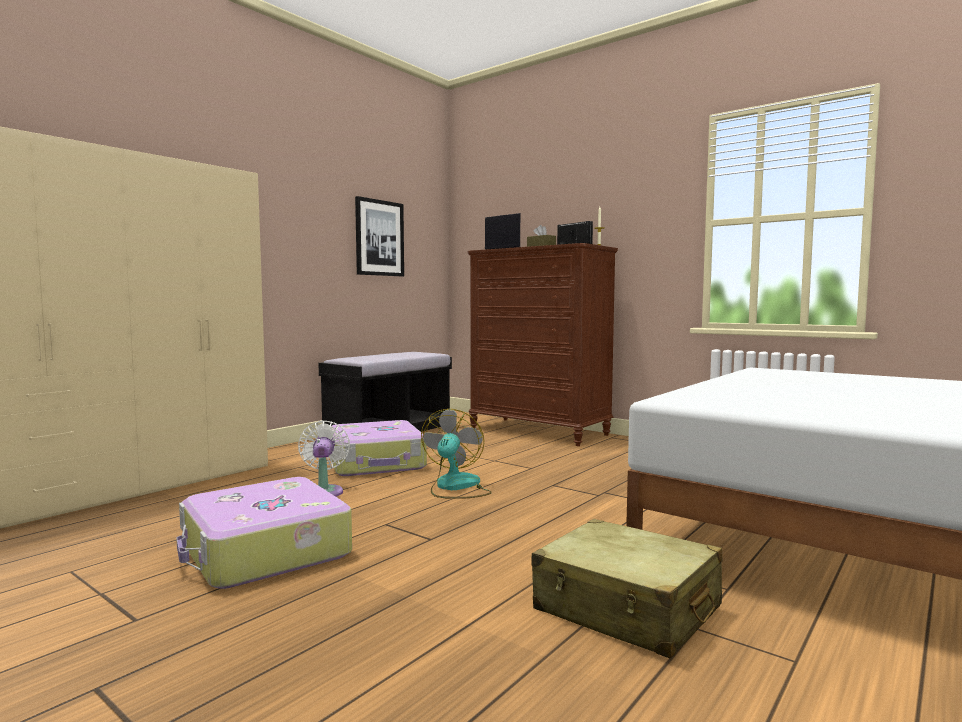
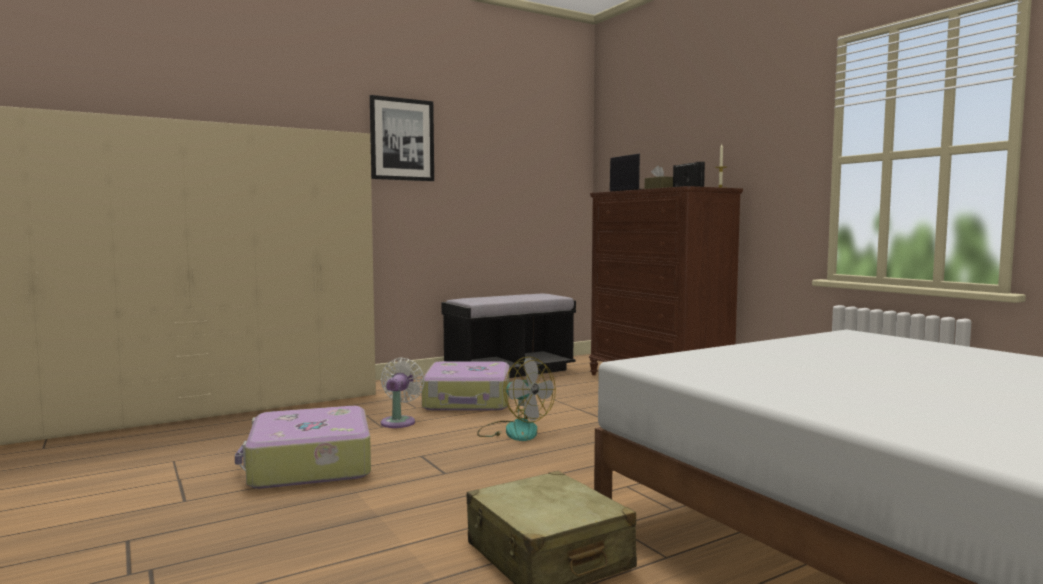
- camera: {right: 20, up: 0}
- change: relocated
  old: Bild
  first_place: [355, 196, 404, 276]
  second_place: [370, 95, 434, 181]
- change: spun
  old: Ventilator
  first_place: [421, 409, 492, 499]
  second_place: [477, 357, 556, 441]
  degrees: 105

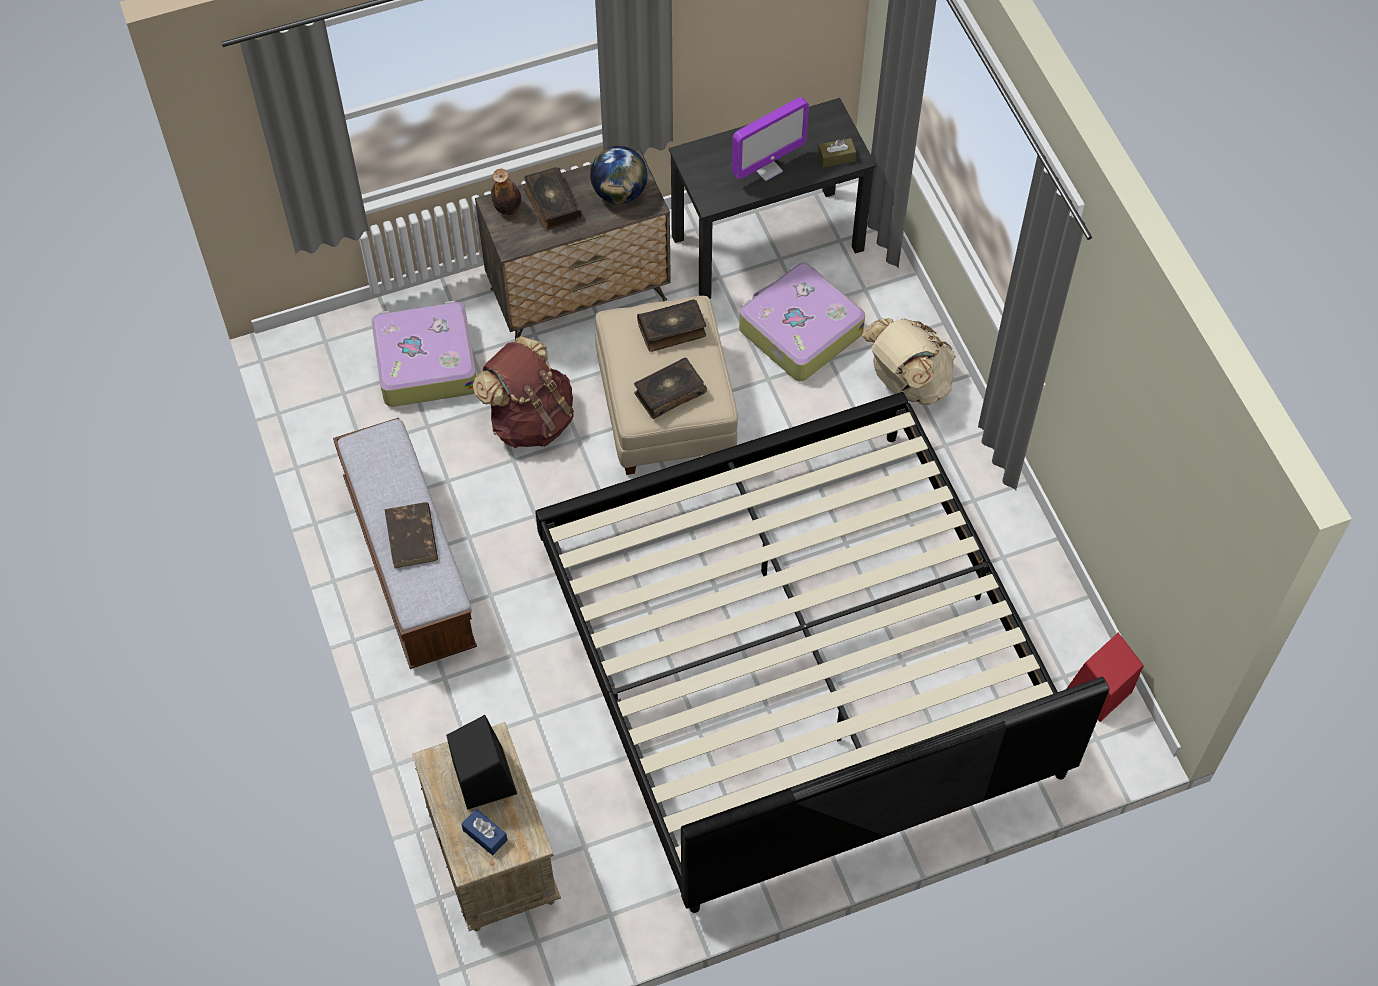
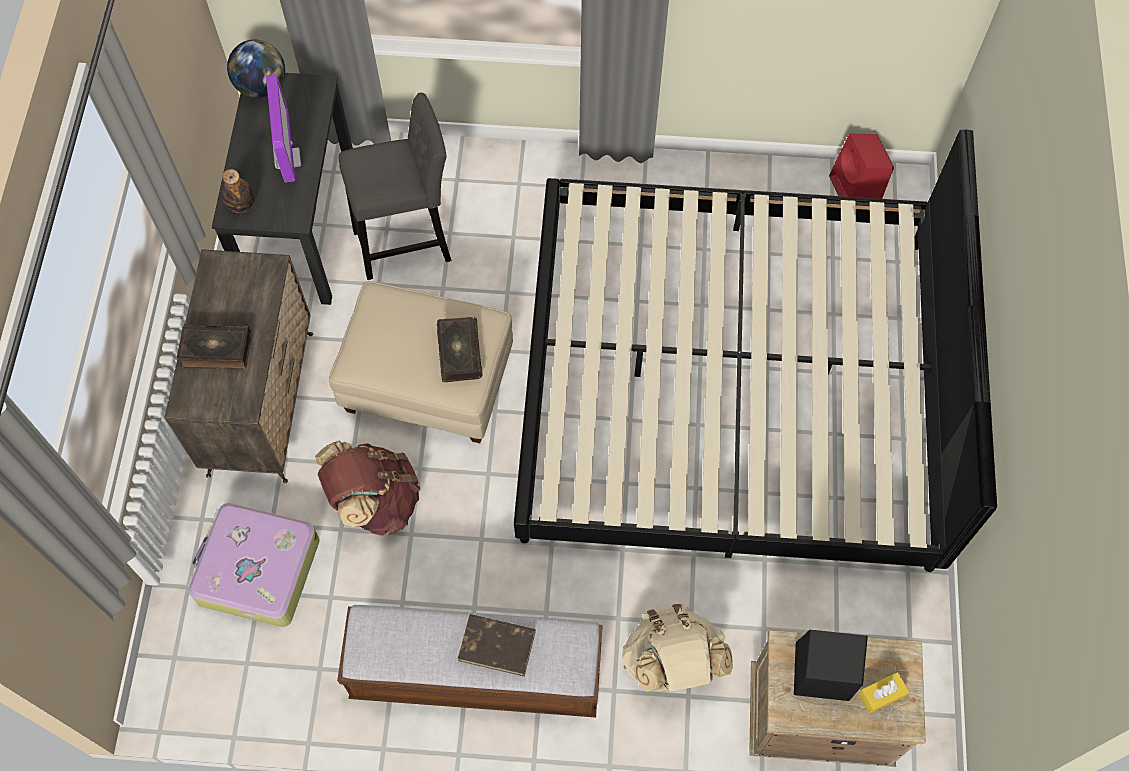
- camera: {right: -65, up: 5}
- change: relocated
  old: Flasche
  first_place: [491, 169, 521, 215]
  second_place: [222, 169, 254, 213]
- change: relocated
  old: Globus
  first_place: [590, 146, 647, 204]
  second_place: [227, 40, 285, 98]
- change: exchanged
  old: Koffer
  new: Hocker/grau
  first_place: [739, 263, 865, 381]
  second_place: [339, 92, 452, 280]
- change: relocated
  old: Rucksack/beige
  first_place: [862, 318, 956, 405]
  second_place: [622, 604, 733, 692]
- change: colour
  old: Taschentuchbox/blau
  new: Taschentuchbox/gelb
  first_place: [461, 809, 507, 855]
  second_place: [858, 672, 909, 714]
- change: missing
  old: Buch
  first_place: [637, 299, 706, 352]
- change: missing
  old: Taschentuchbox/braun
  first_place: [818, 138, 856, 167]

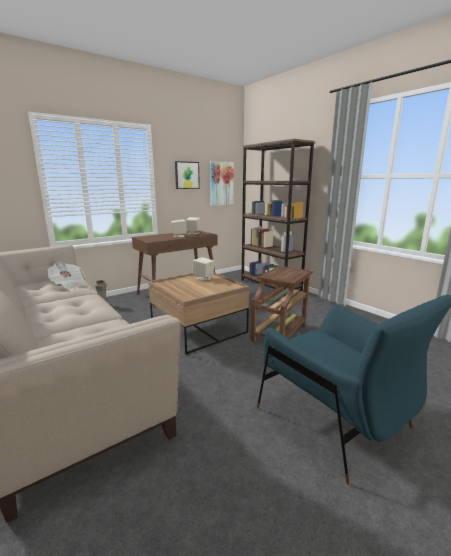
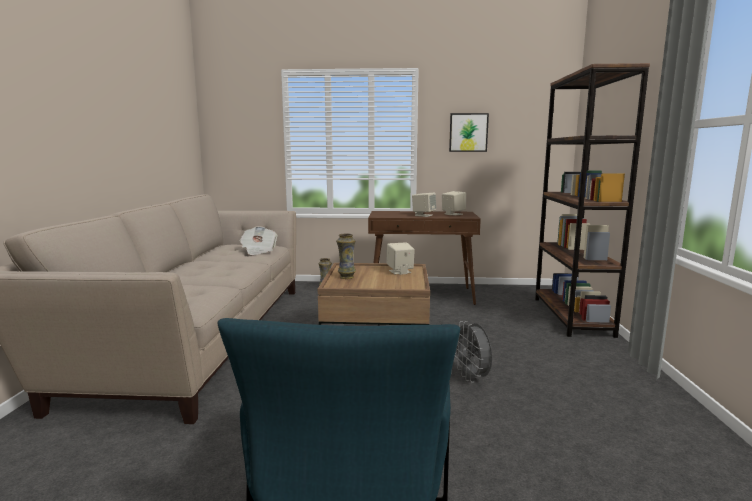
- camera: {right: 40, up: -5}
- change: appeared
  new: Vase
  second_place: [336, 234, 356, 279]
- change: exchanged
  old: Beistelltisch/braun
  new: Ventilator/grau
  first_place: [251, 266, 313, 342]
  second_place: [455, 321, 492, 383]
- change: missing
  old: Bild
  first_place: [210, 161, 234, 206]

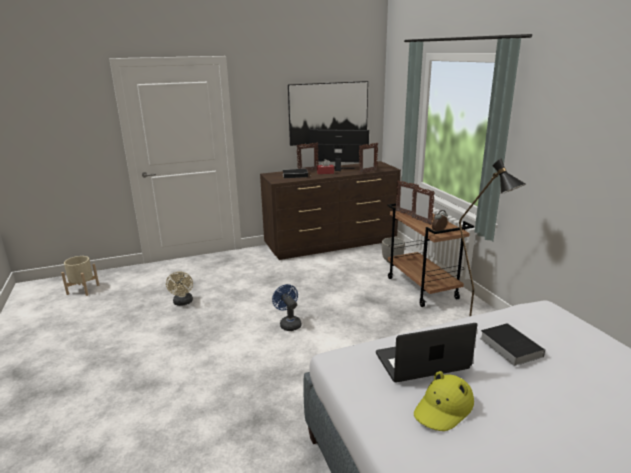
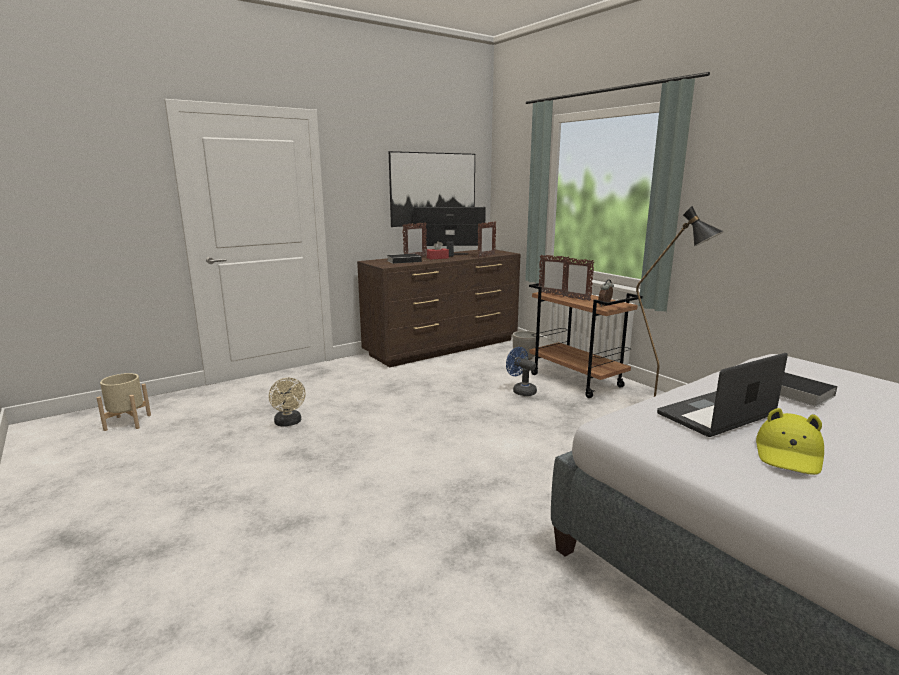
- camera: {right: -15, up: -5}
- change: relocated
  old: Ventilator/blau
  first_place: [272, 284, 301, 331]
  second_place: [506, 347, 537, 396]

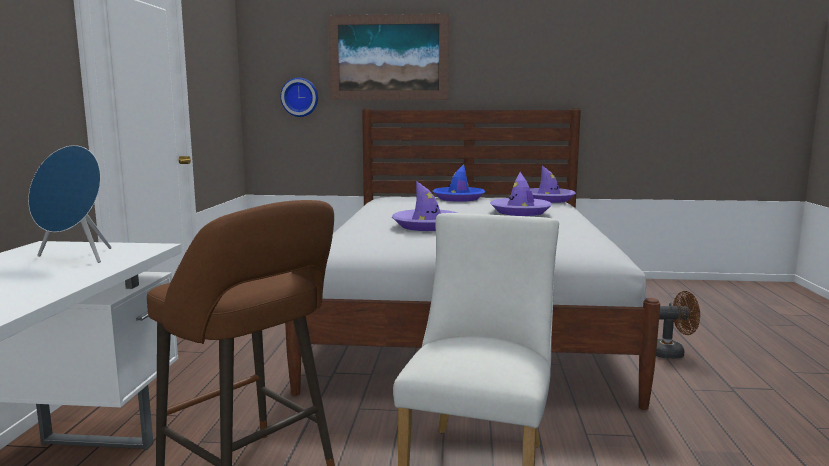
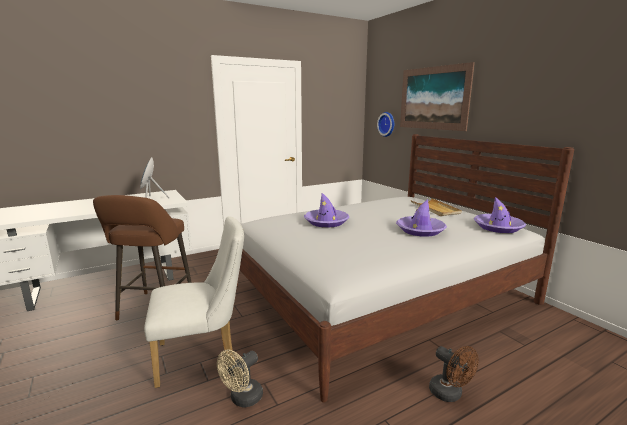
- camera: {right: 55, up: 5}
- change: appeared
  new: Ventilator/beige
  second_place: [217, 350, 263, 407]
- change: exchanged
  old: Hut/blau
  new: Tablett/beige
  first_place: [433, 164, 485, 202]
  second_place: [411, 198, 462, 216]

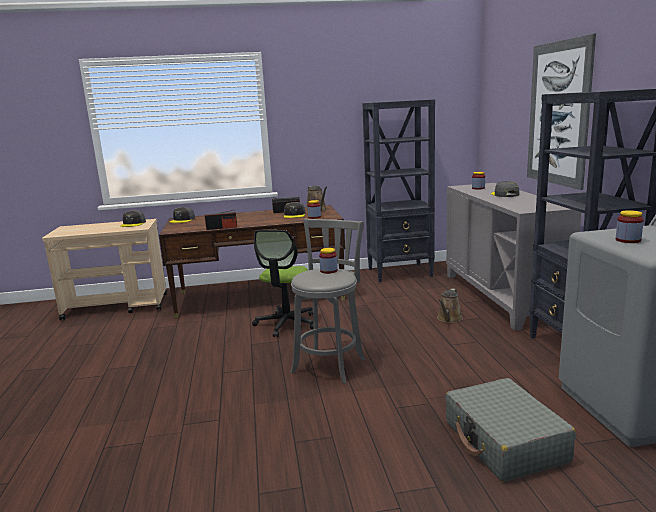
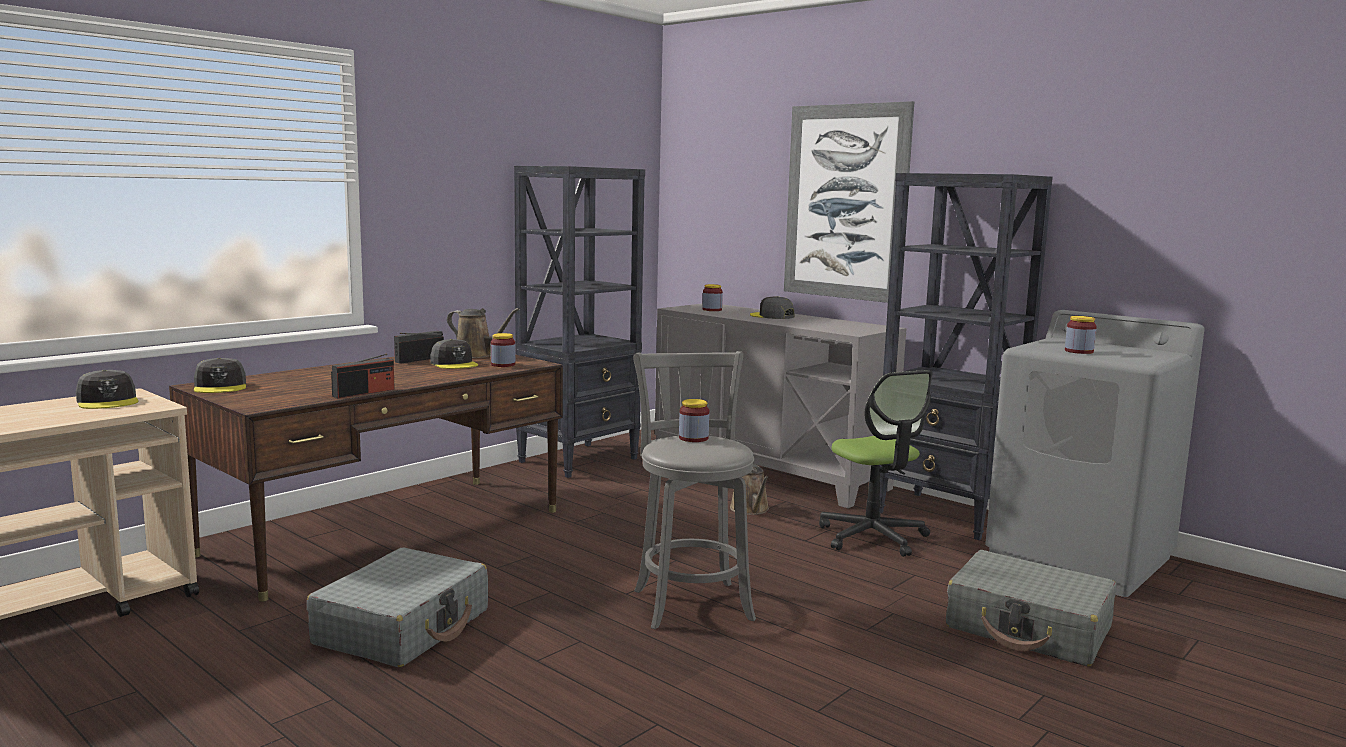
- camera: {right: -40, up: -5}
- change: appeared
  new: Koffer/grau
  second_place: [307, 548, 488, 667]
- change: relocated
  old: Bürostuhl
  first_place: [252, 230, 313, 337]
  second_place: [819, 370, 932, 557]

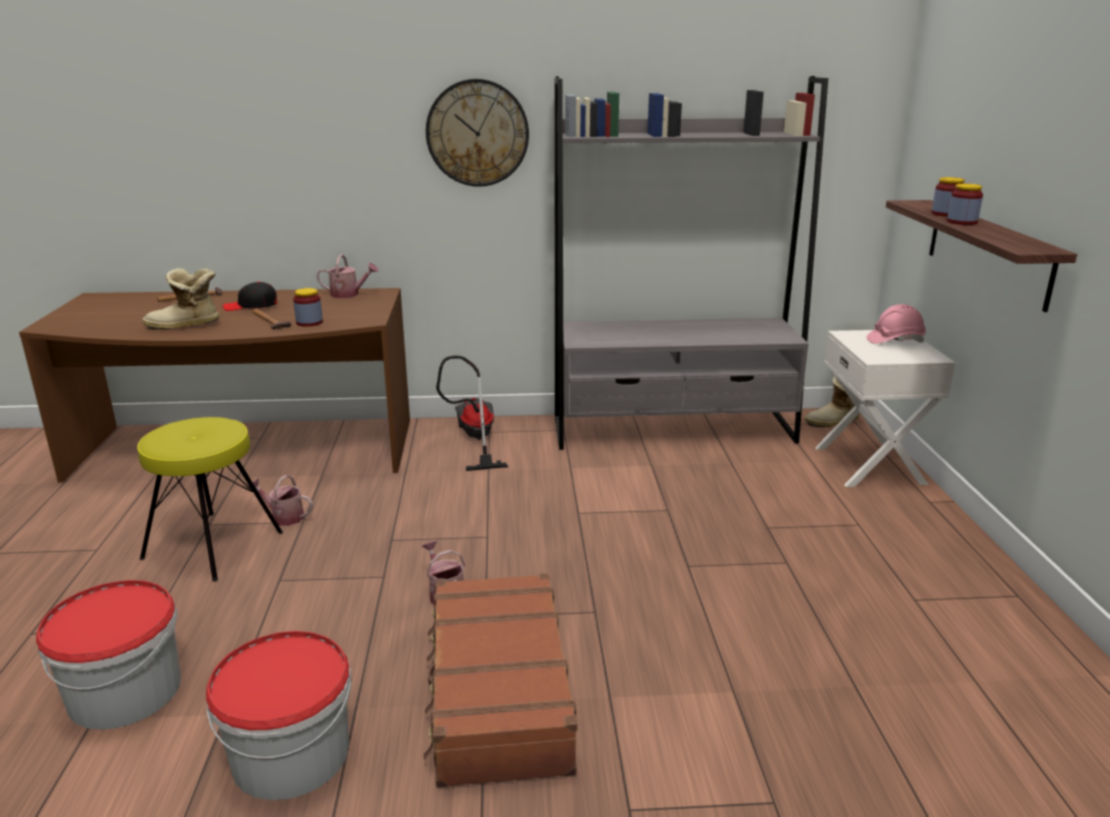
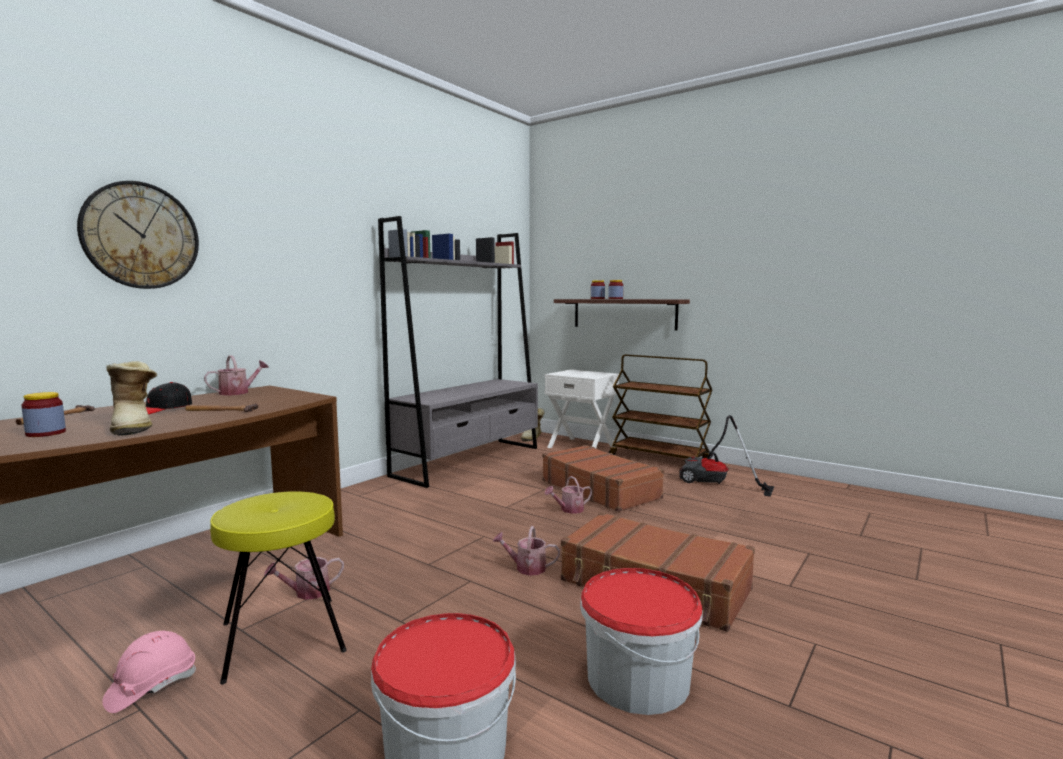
- camera: {right: -50, up: -15}
- change: relocated
  old: Vorratsglas
  first_place: [293, 288, 323, 327]
  second_place: [21, 392, 66, 437]
- change: relocated
  old: Wanduhr
  first_place: [426, 79, 529, 187]
  second_place: [77, 181, 199, 289]
- change: relocated
  old: Schutzhelm/rosa
  first_place: [866, 304, 926, 344]
  second_place: [102, 631, 196, 713]
- change: spun
  old: Stiefel
  first_place: [142, 268, 220, 330]
  second_place: [106, 361, 157, 436]
  degrees: -60
- change: appeared
  new: Koffer/braun
  second_place: [542, 445, 664, 512]
- change: appeared
  new: Gießkanne
  second_place: [544, 476, 592, 514]
- change: appeared
  new: Rollwagen/braun
  second_place: [609, 354, 712, 461]
- change: relocated
  old: Staubsauger
  first_place: [436, 356, 508, 471]
  second_place: [679, 415, 774, 497]

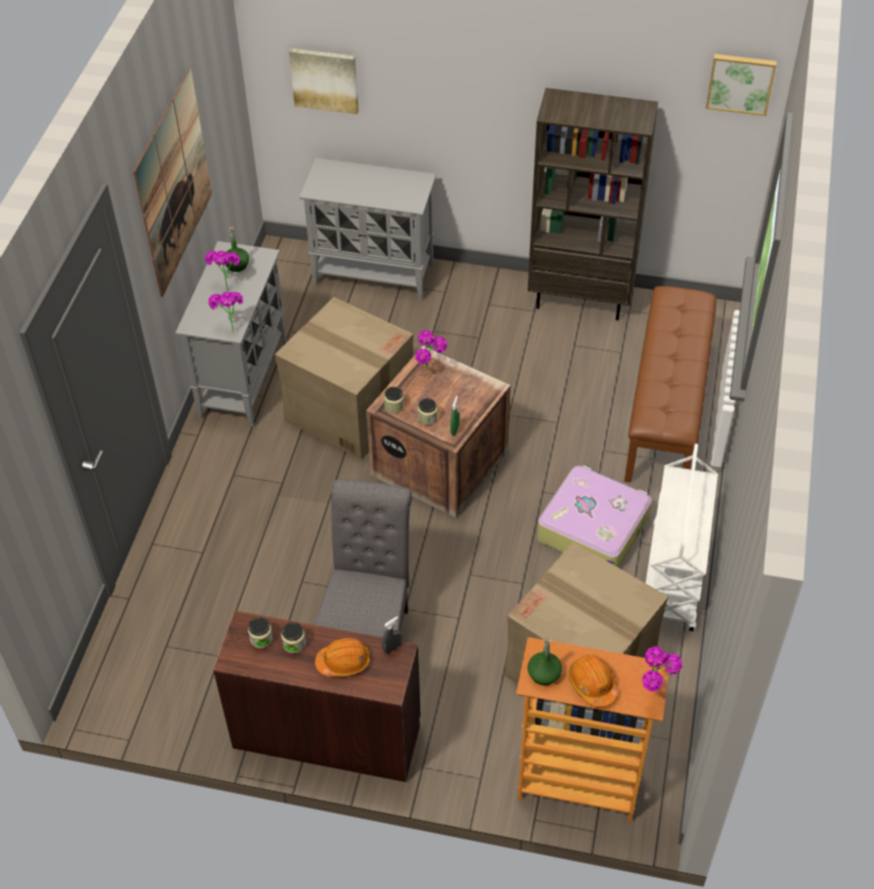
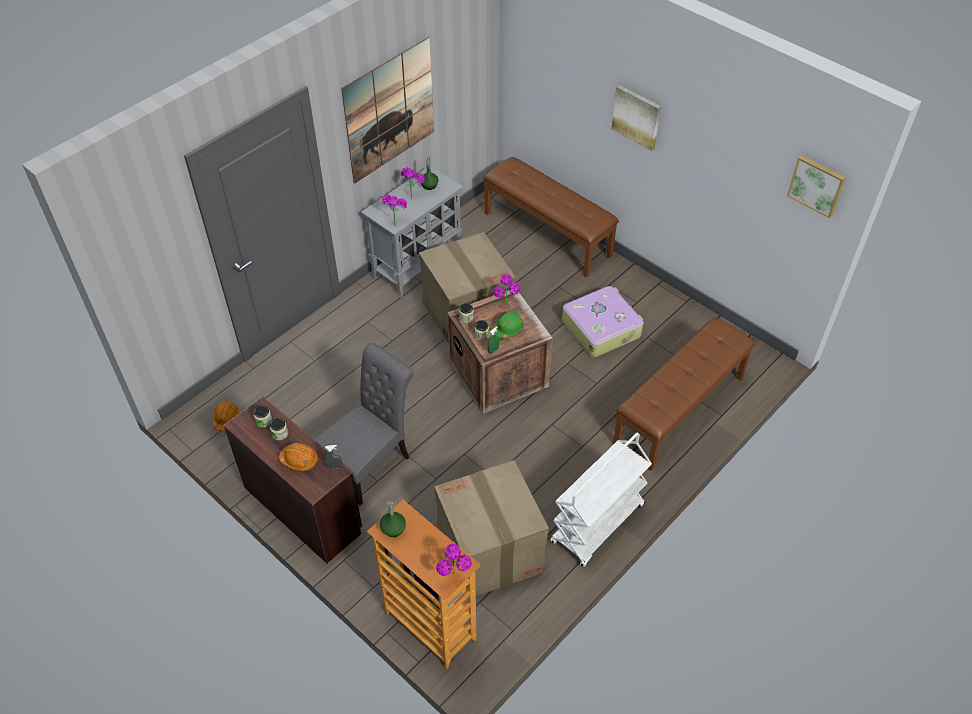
- camera: {right: 30, up: 0}
- change: relocated
  old: Schutzhelm/orange
  first_place: [569, 654, 618, 708]
  second_place: [213, 401, 239, 431]
- change: exchanged
  old: Schrank/grau
  new: Bank/braun
  first_place: [299, 158, 436, 301]
  second_place: [483, 157, 619, 278]
- change: appeared
  new: Schutzhelm/grün
  second_place: [492, 311, 524, 339]
- change: relocated
  old: Koffer
  first_place: [537, 465, 652, 568]
  second_place: [562, 286, 643, 357]
- change: relocated
  old: Bild
  first_place: [289, 48, 358, 114]
  second_place: [611, 85, 661, 151]
- change: missing
  old: Bücherregal/braun
  first_place: [528, 88, 658, 320]

